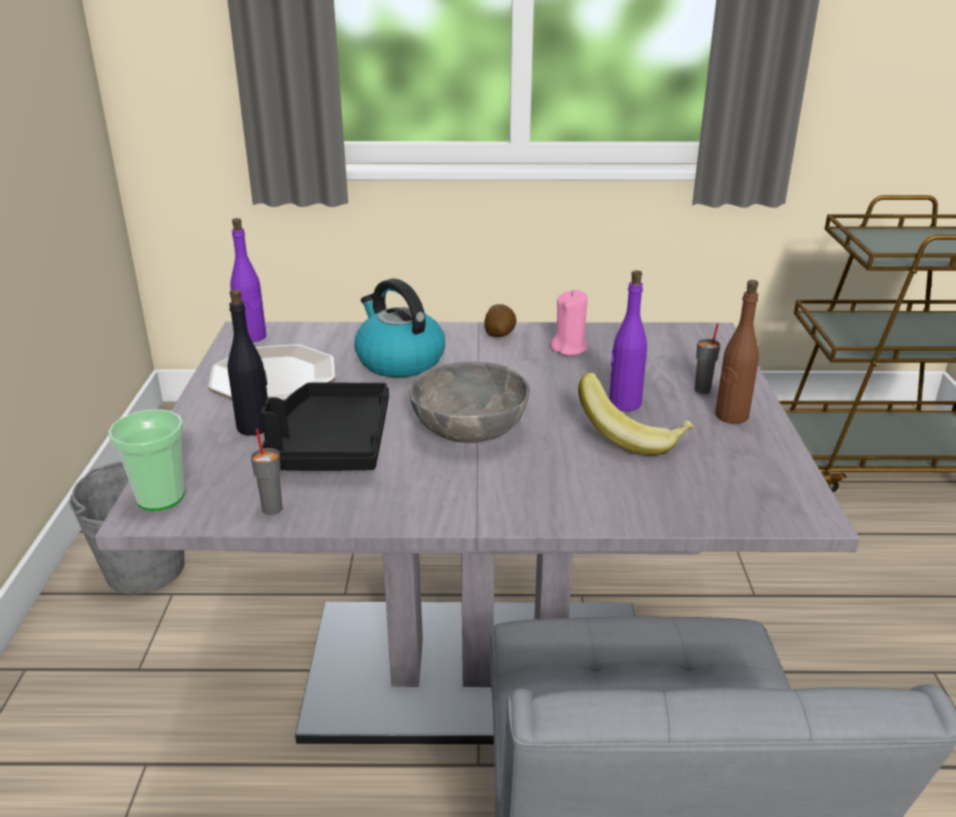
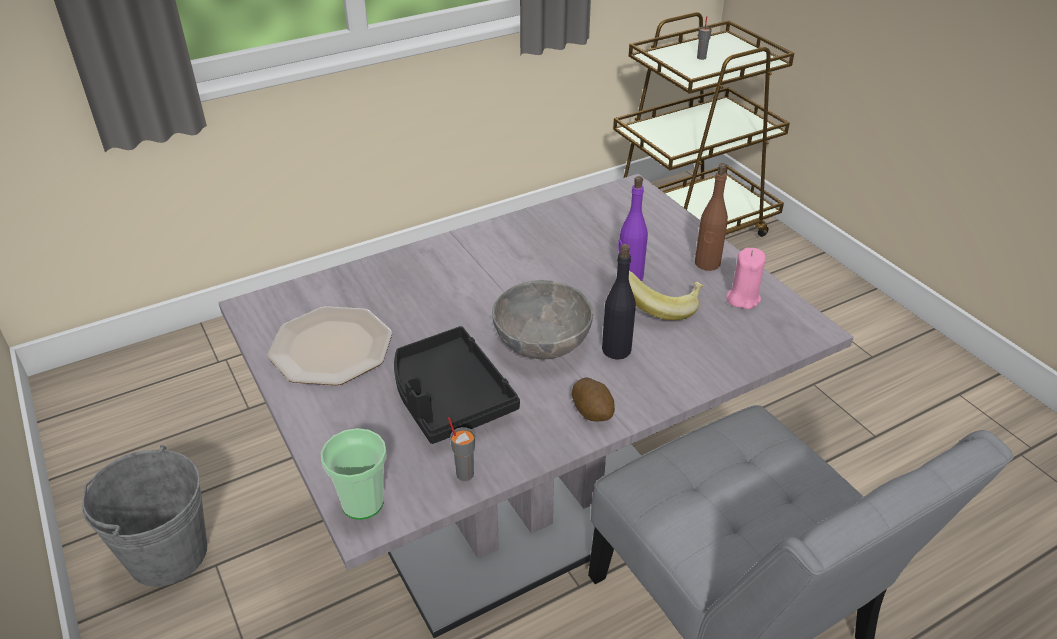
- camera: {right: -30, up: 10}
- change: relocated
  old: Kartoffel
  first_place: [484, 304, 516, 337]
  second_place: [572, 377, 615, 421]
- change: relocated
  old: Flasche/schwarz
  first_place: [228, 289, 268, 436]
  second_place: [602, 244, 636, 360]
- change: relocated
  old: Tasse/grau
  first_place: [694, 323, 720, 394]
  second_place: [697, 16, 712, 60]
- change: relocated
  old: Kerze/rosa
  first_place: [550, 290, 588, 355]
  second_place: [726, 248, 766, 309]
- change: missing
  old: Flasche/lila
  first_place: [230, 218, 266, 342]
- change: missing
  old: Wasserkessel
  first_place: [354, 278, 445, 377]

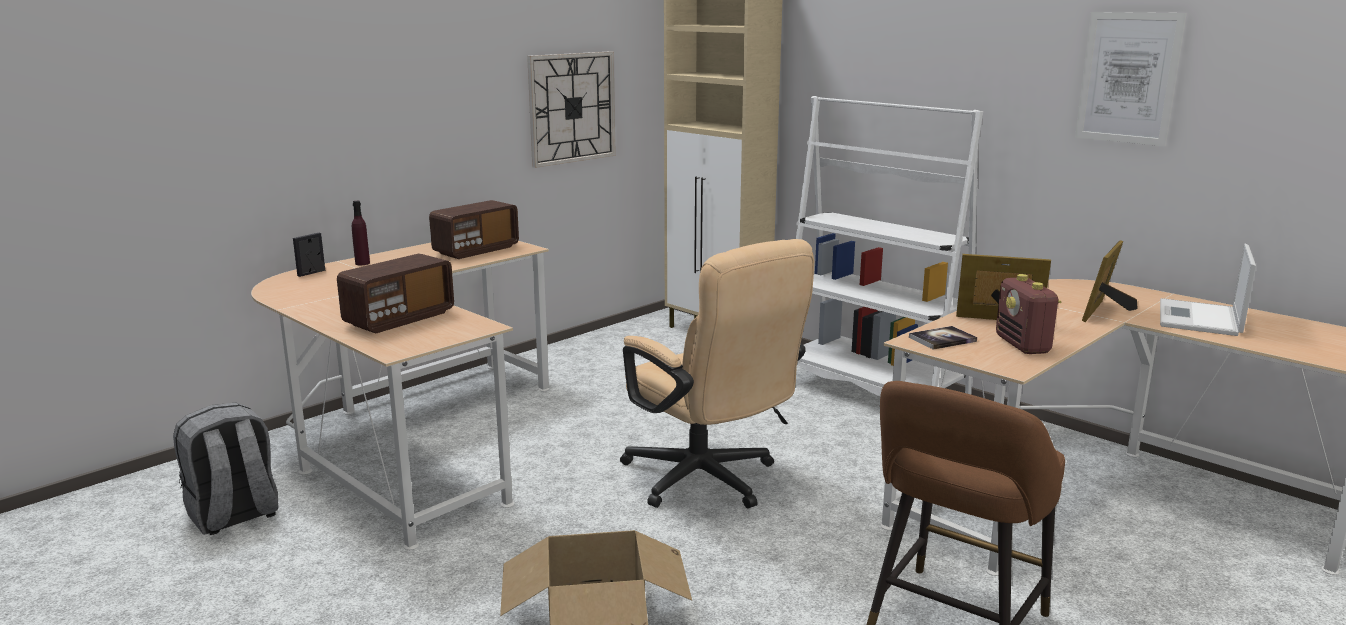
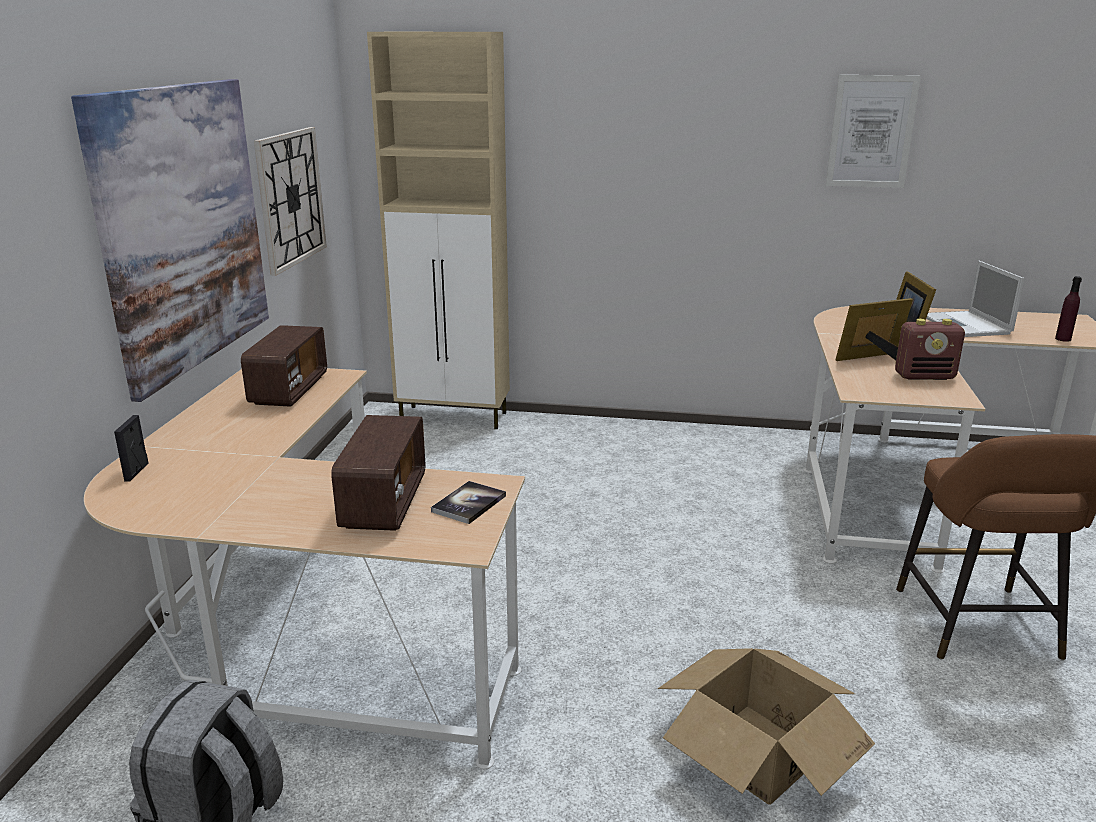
- camera: {right: -35, up: 5}
- change: appeared
  new: Bild
  second_place: [71, 79, 269, 402]
- change: relocated
  old: Buch
  first_place: [909, 326, 977, 350]
  second_place: [431, 481, 506, 524]
- change: spun
  old: Radio
  first_place: [996, 274, 1061, 354]
  second_place: [895, 319, 965, 380]
  degrees: -45
- change: relocated
  old: Flasche/lila
  first_place: [352, 201, 370, 265]
  second_place: [1055, 276, 1082, 342]
- change: missing
  old: Bürostuhl/beige
  first_place: [620, 239, 814, 508]
- change: missing
  old: Bücherregal/weiß
  first_place: [796, 96, 983, 396]

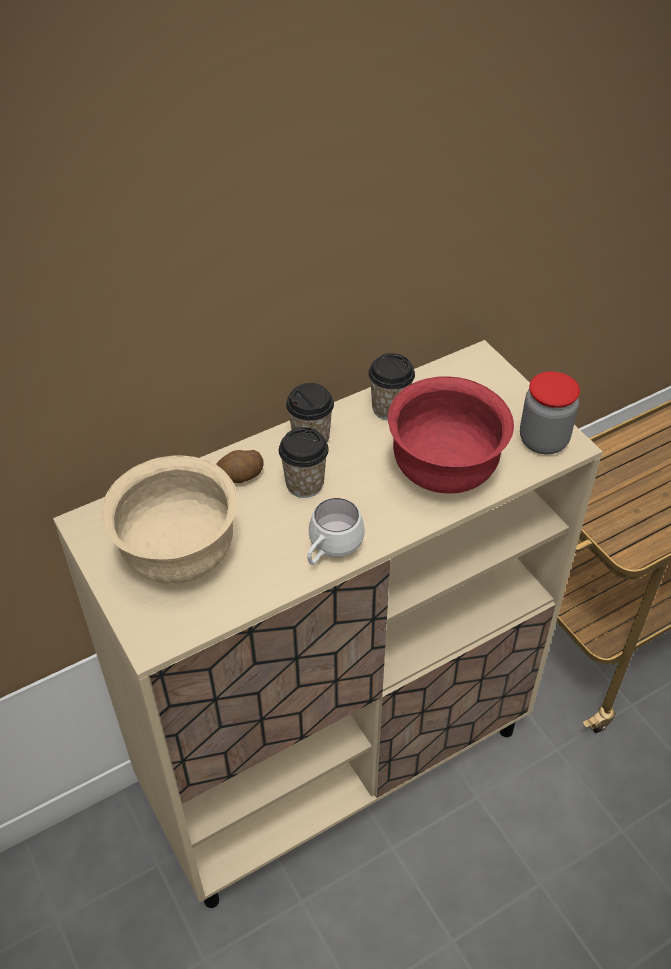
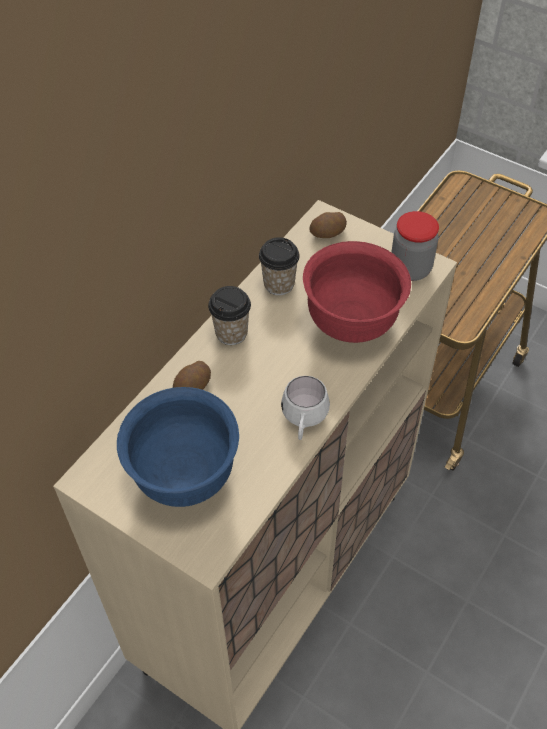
- camera: {right: -25, up: 5}
- change: colour
  old: Schüssel/beige
  new: Schüssel/blau
  first_place: [101, 456, 238, 584]
  second_place: [117, 387, 239, 507]
- change: appeared
  new: Kartoffel
  second_place: [309, 212, 347, 238]
- change: missing
  old: Tasse
  first_place: [279, 427, 329, 498]

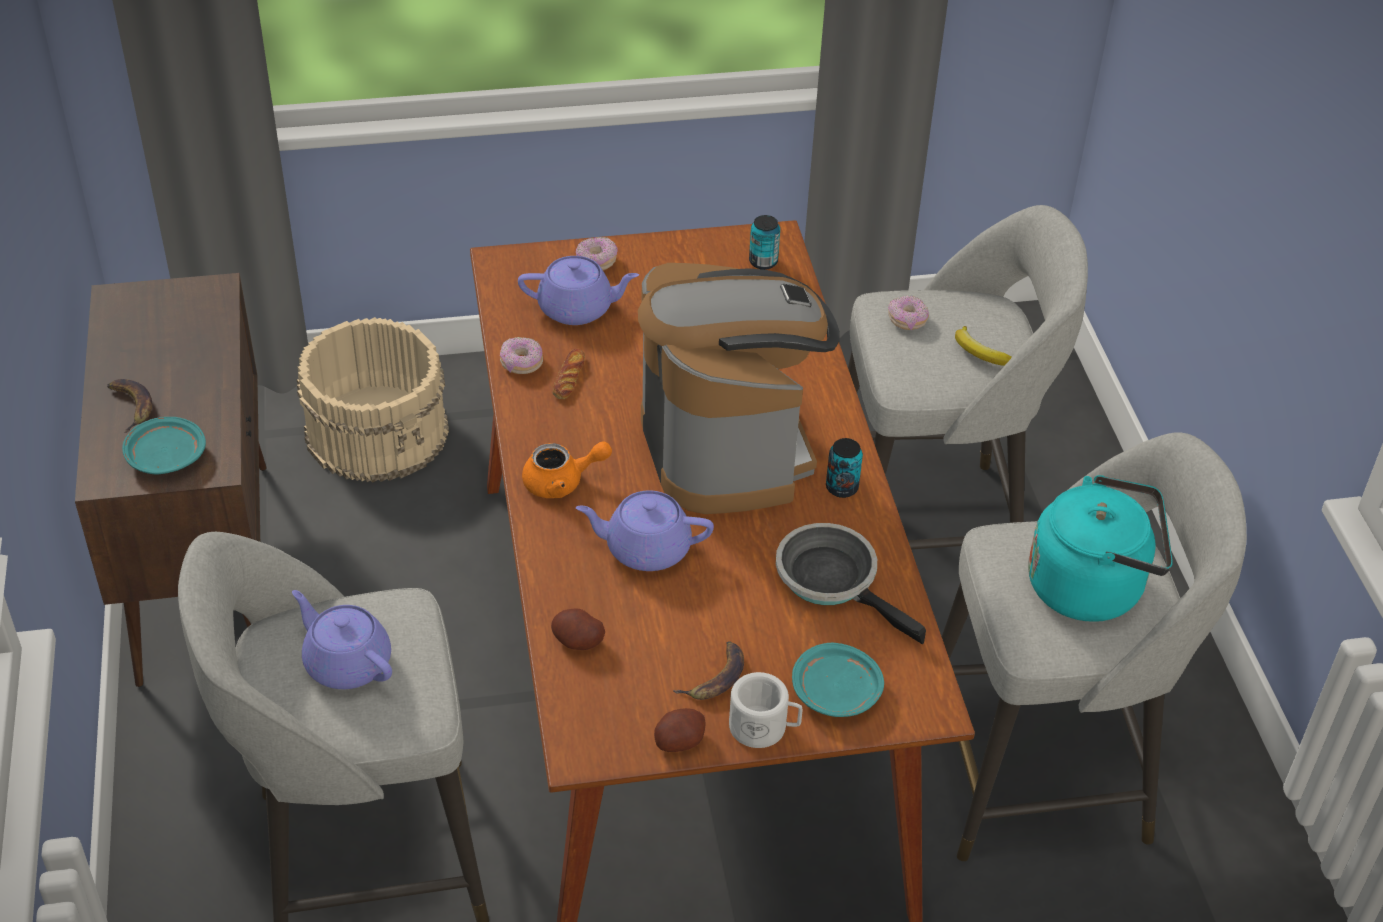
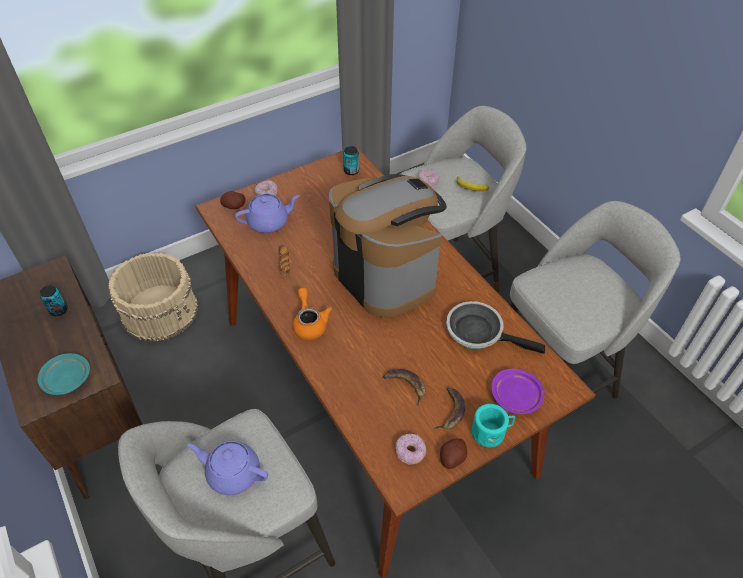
- camera: {right: -20, up: 5}
- change: relocated
  old: Dose
  first_place: [826, 438, 863, 498]
  second_place: [40, 285, 68, 316]
- change: relocated
  old: Kartoffel
  first_place: [551, 608, 605, 650]
  second_place: [220, 191, 245, 209]
- change: spun
  old: Teekanne/orange
  first_place: [522, 441, 612, 498]
  second_place: [293, 288, 332, 340]
  degrees: -75
- change: relocated
  old: Banane
  first_place: [107, 379, 152, 433]
  second_place: [383, 369, 425, 406]
- change: relocated
  old: Donut
  first_place: [500, 337, 543, 374]
  second_place: [396, 434, 426, 465]
- change: colour
  old: Henkelbecher/weiß
  new: Henkelbecher/türkis
  first_place: [729, 672, 803, 748]
  second_place: [472, 404, 515, 447]
- change: colour
  old: Teller/türkis
  new: Teller/lila
  first_place: [792, 643, 884, 717]
  second_place: [491, 369, 544, 414]
- change: missing
  old: Teekanne/lila
  first_place: [576, 491, 714, 571]
- change: missing
  old: Wasserkessel/türkis
  first_place: [1028, 475, 1173, 622]

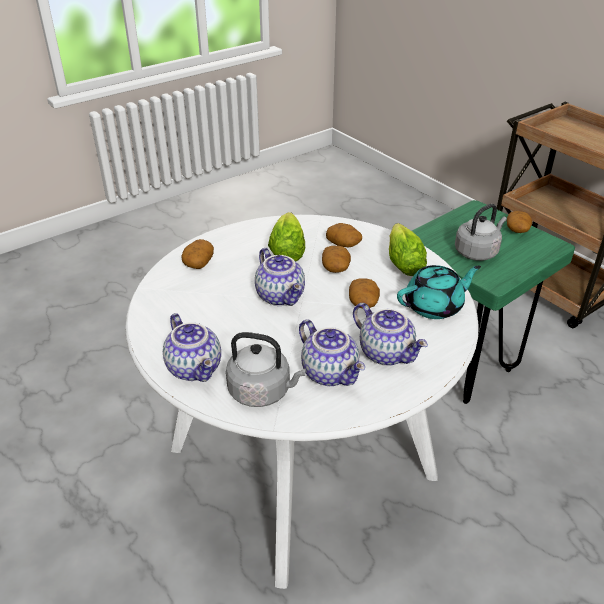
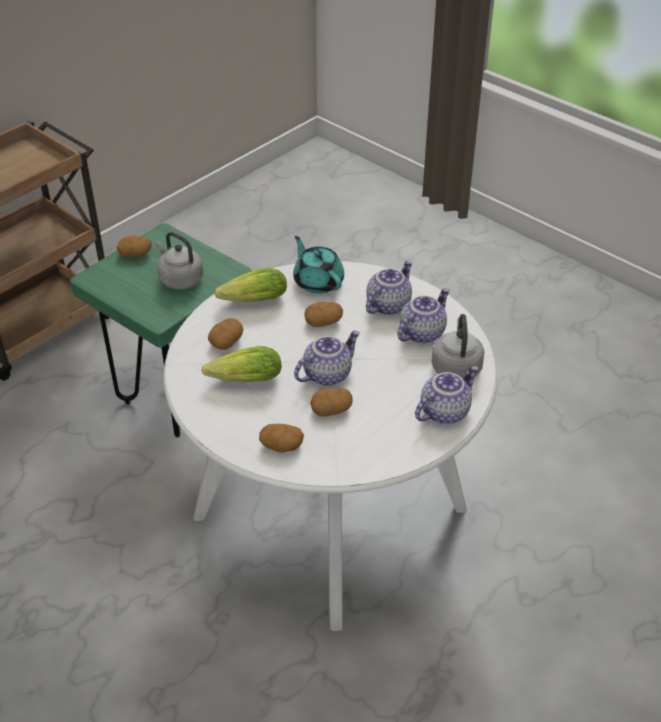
- camera: {right: -100, up: 5}
- change: relocated
  old: Kartoffel
  first_place: [322, 246, 351, 273]
  second_place: [310, 388, 353, 417]

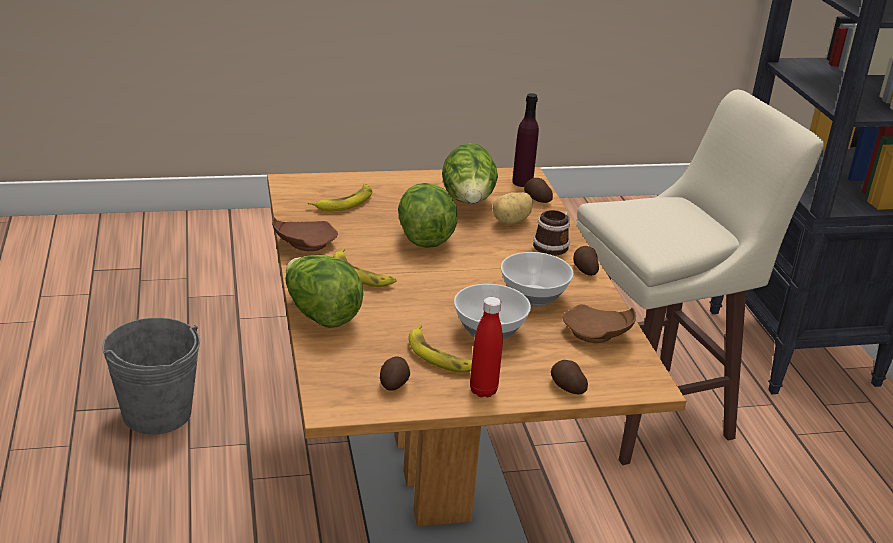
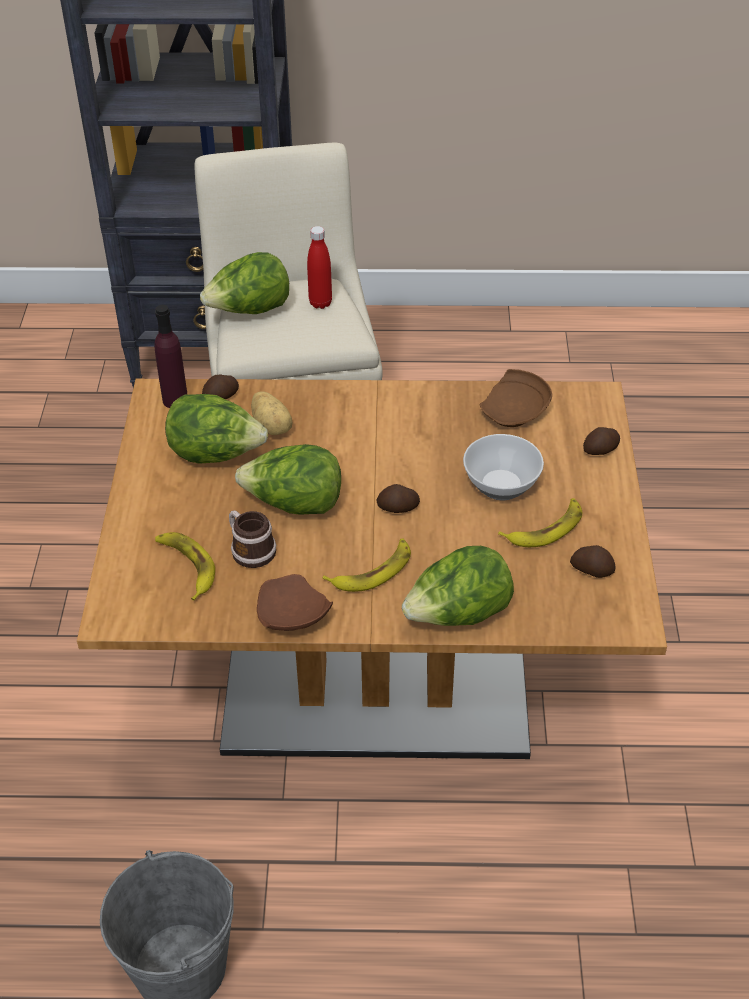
- camera: {right: -75, up: 15}
- change: appeared
  new: Salatkopf
  second_place: [200, 252, 289, 314]
- change: relocated
  old: Henkelbecher
  first_place: [533, 210, 570, 256]
  second_place: [229, 511, 276, 568]
- change: relocated
  old: Flasche/rot
  first_place: [470, 297, 503, 397]
  second_place: [307, 226, 332, 309]
- change: relocated
  old: Kartoffel
  first_place: [573, 246, 599, 276]
  second_place: [376, 484, 420, 513]
- change: missing
  old: Schüssel
  first_place: [501, 252, 574, 306]

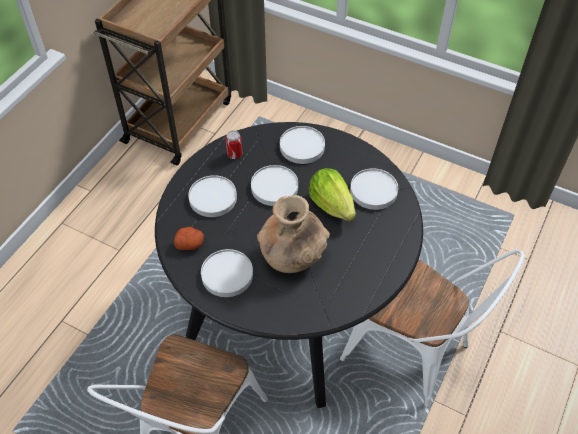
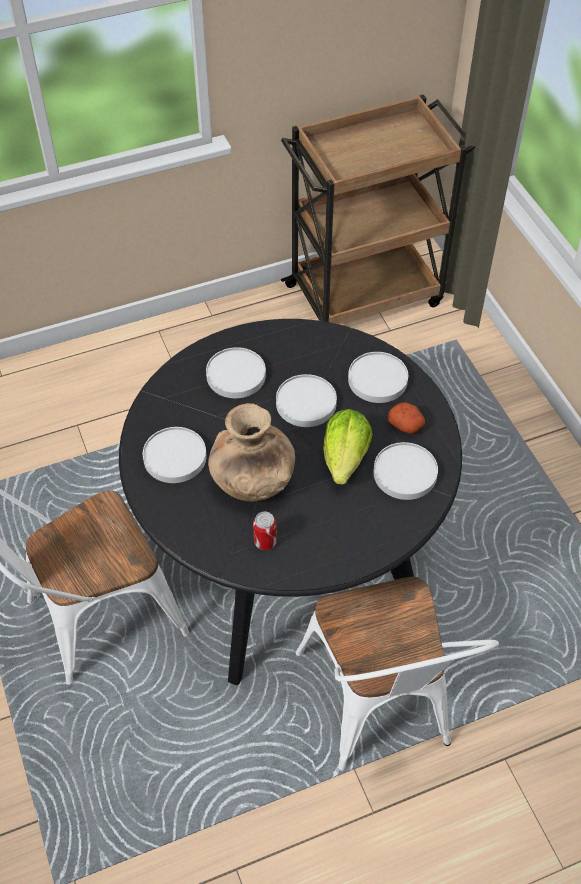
- camera: {right: 40, up: 0}
- change: relocated
  old: Dose
  first_place: [225, 131, 242, 159]
  second_place: [253, 512, 277, 550]
- change: relocated
  old: Kartoffel
  first_place: [174, 227, 204, 250]
  second_place: [388, 402, 425, 433]

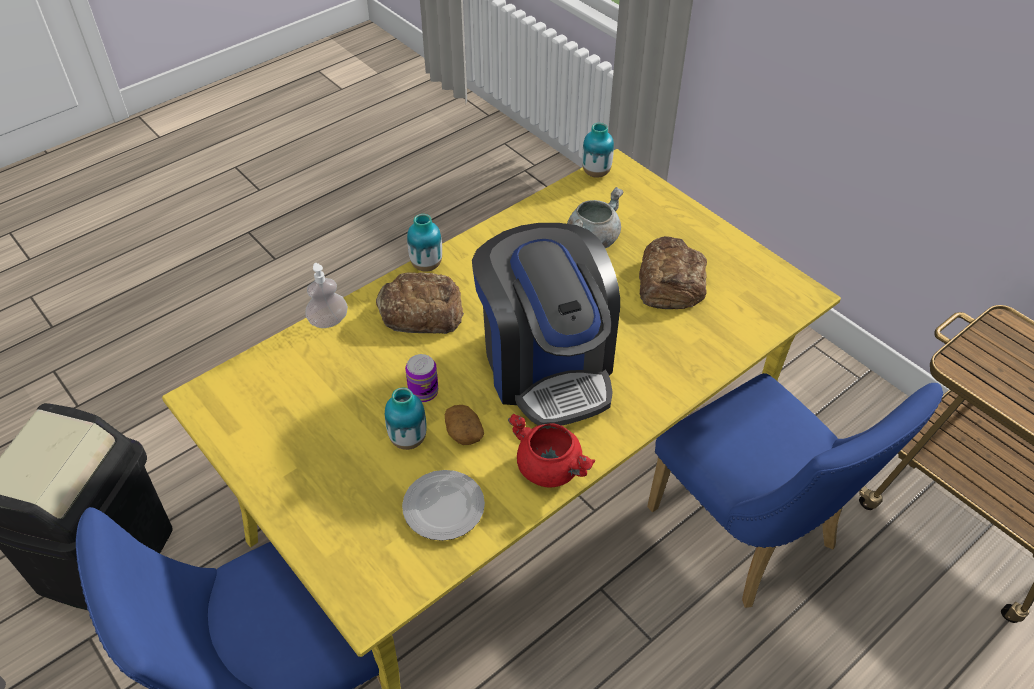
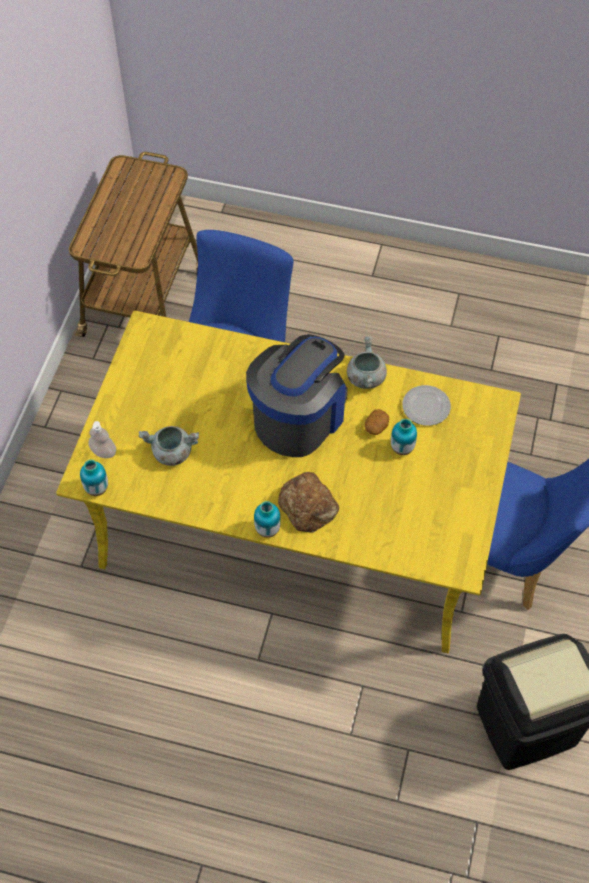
- camera: {right: -125, up: 10}
- change: relocated
  old: Seifenspender
  first_place: [305, 263, 348, 328]
  second_place: [89, 421, 116, 458]
- change: colour
  old: Kochtopf/rot
  new: Kochtopf/grau
  first_place: [508, 414, 595, 488]
  second_place: [347, 336, 387, 389]
- change: missing
  old: Dose
  first_place: [405, 354, 438, 402]
- change: missing
  old: Brot
  first_place: [639, 236, 707, 309]

